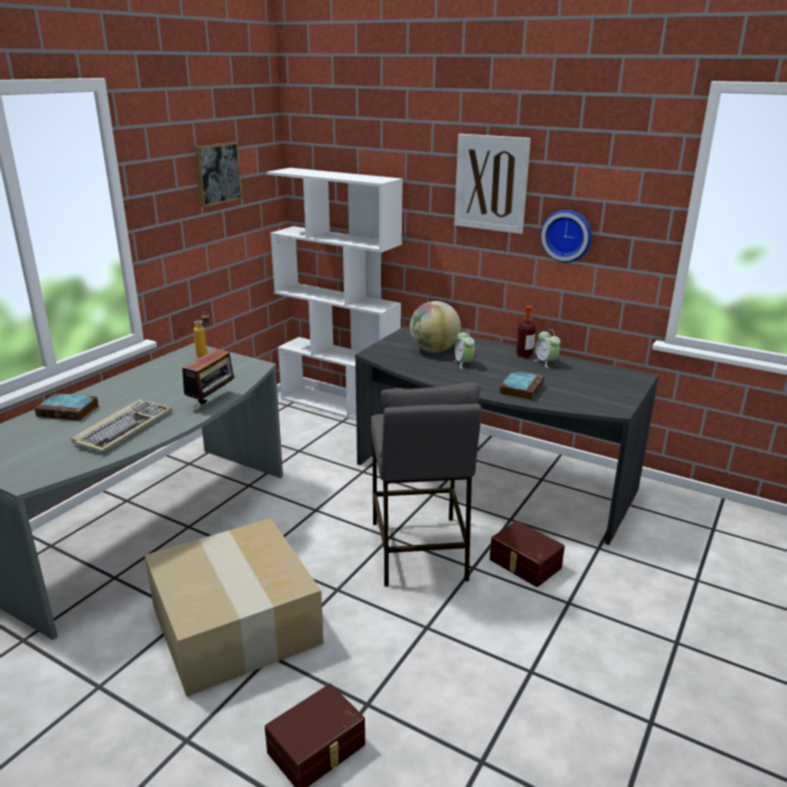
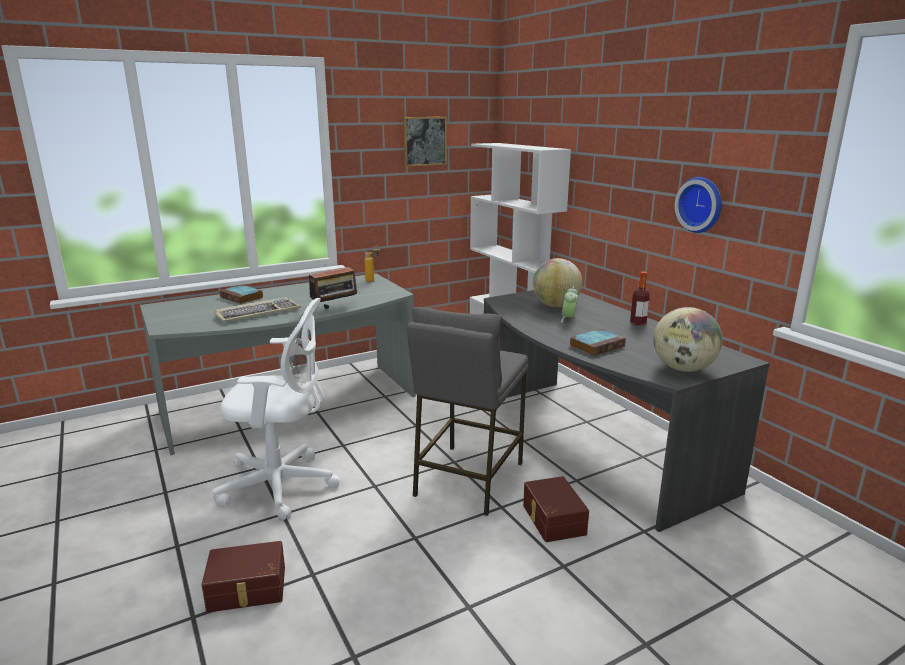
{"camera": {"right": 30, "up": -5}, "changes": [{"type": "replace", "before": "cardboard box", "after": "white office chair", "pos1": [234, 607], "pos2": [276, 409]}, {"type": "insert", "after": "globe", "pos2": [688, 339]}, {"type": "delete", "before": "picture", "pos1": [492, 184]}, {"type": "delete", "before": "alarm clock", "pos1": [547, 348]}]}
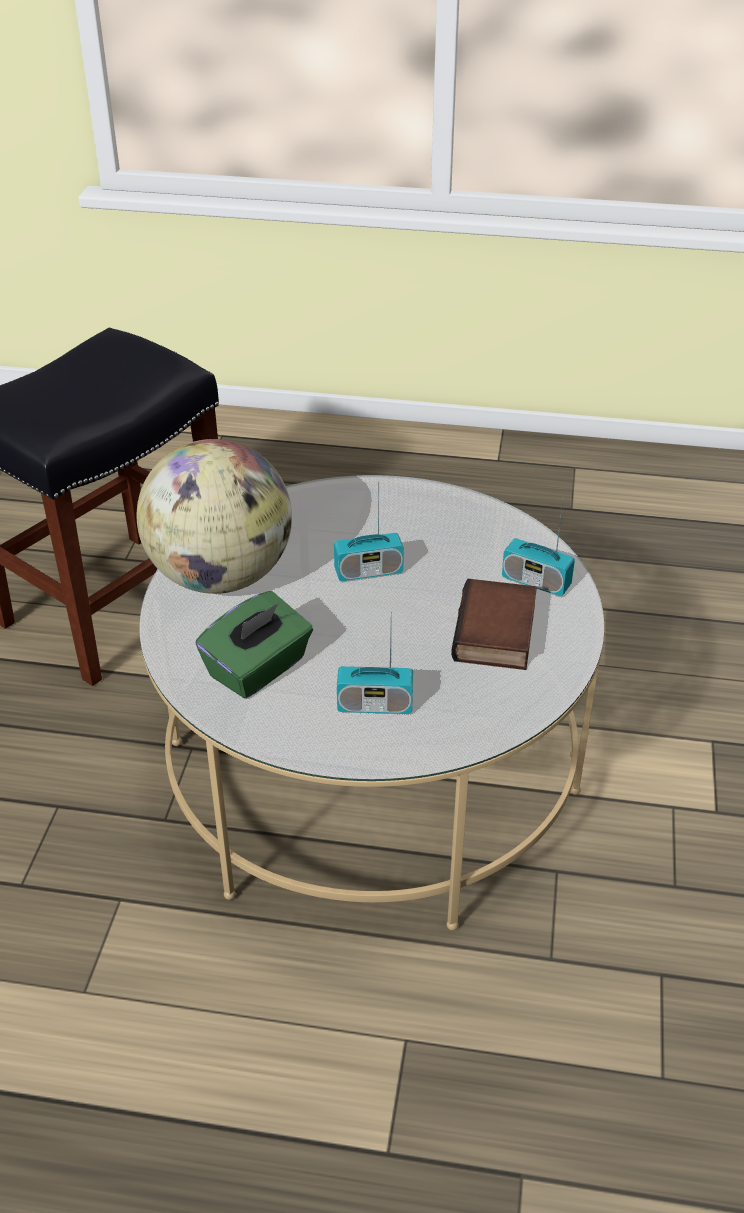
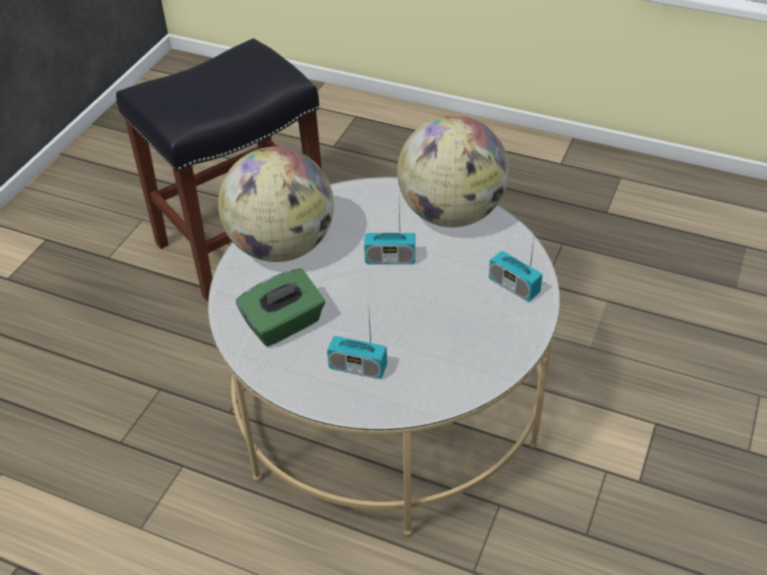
{"camera": {"right": 15, "up": 5}, "changes": [{"type": "insert", "after": "globe", "pos2": [453, 171]}, {"type": "delete", "before": "book", "pos1": [494, 624]}]}
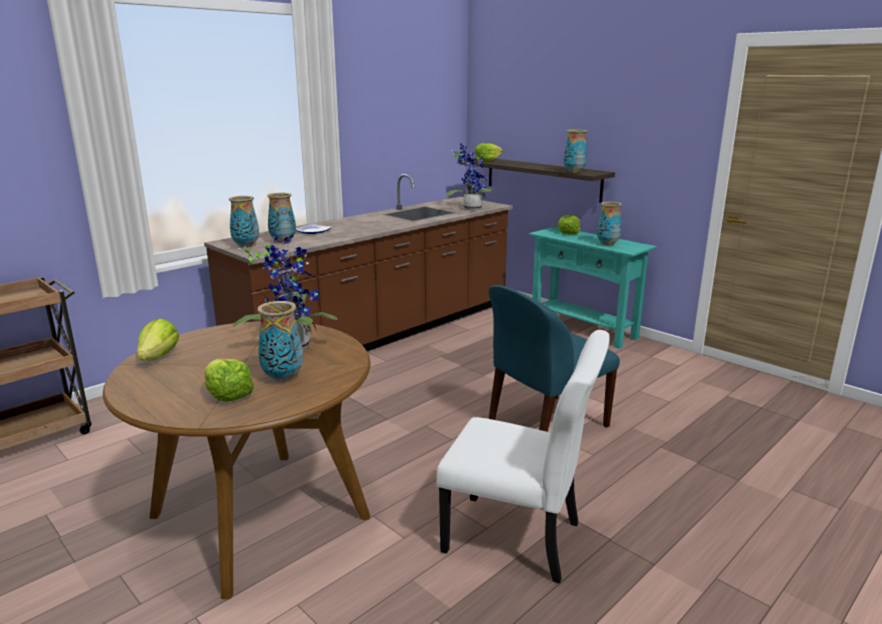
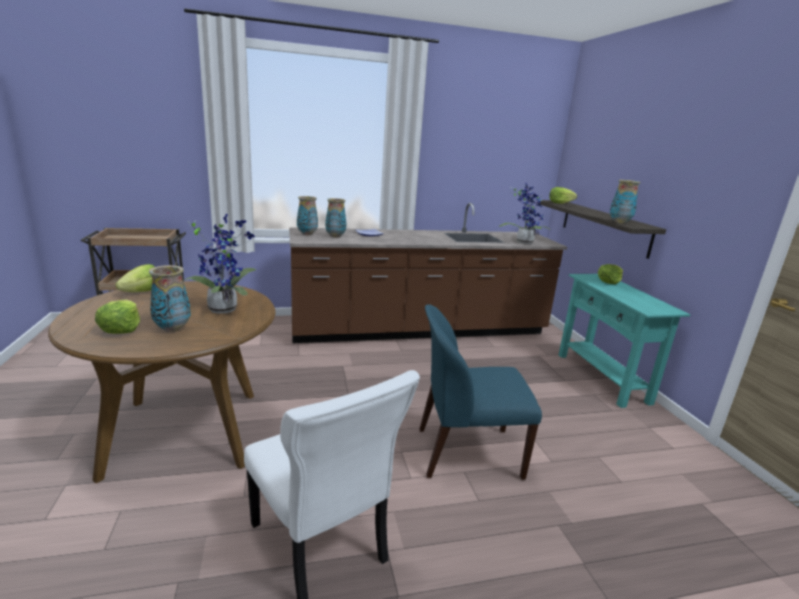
{"camera": {"right": 30, "up": 0}, "changes": [{"type": "delete", "before": "vase", "pos1": [609, 224]}]}
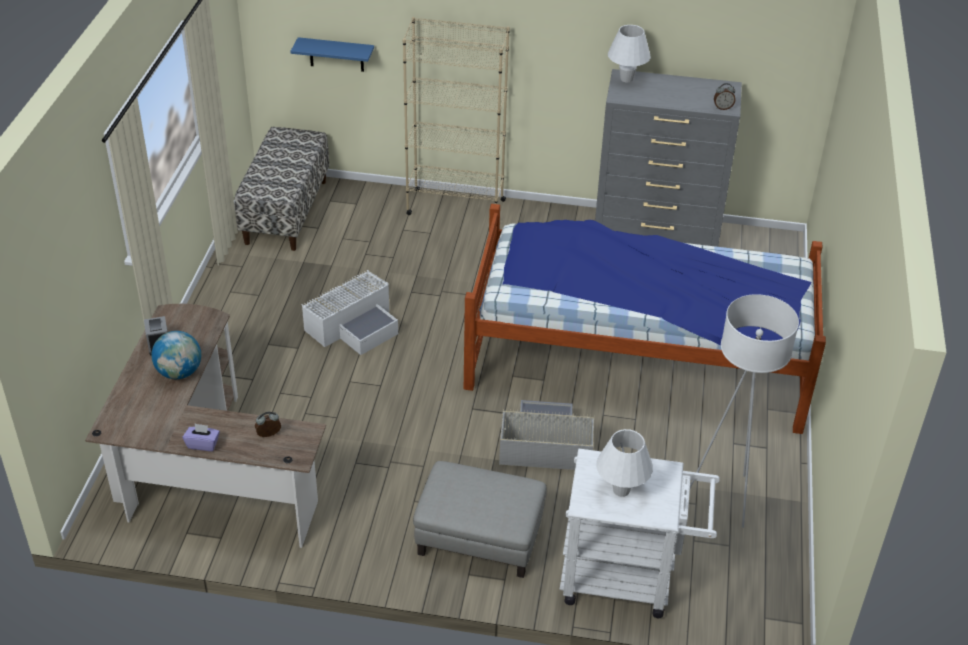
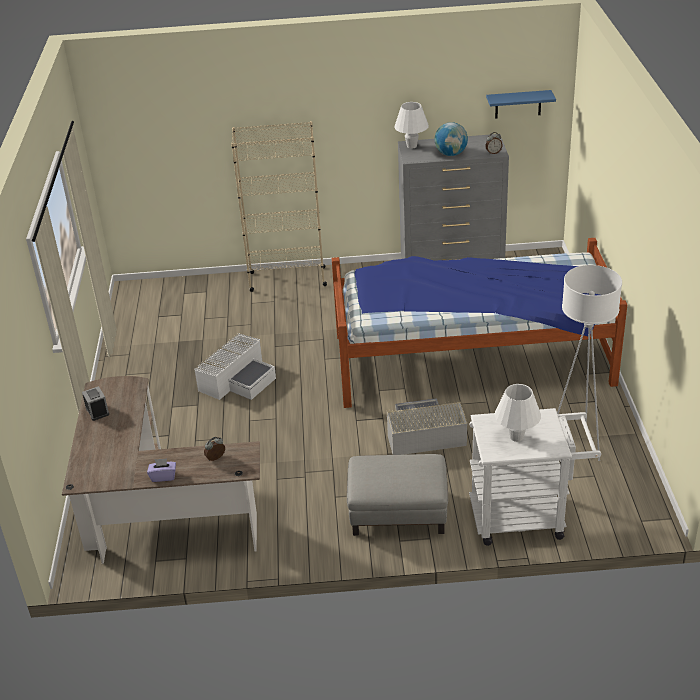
{"camera": {"right": -10, "up": -5}, "changes": [{"type": "move", "before": "globe", "pos1": [176, 355], "pos2": [451, 139]}, {"type": "move", "before": "blue shelf", "pos1": [332, 54], "pos2": [521, 104]}, {"type": "delete", "before": "bench", "pos1": [281, 189]}]}
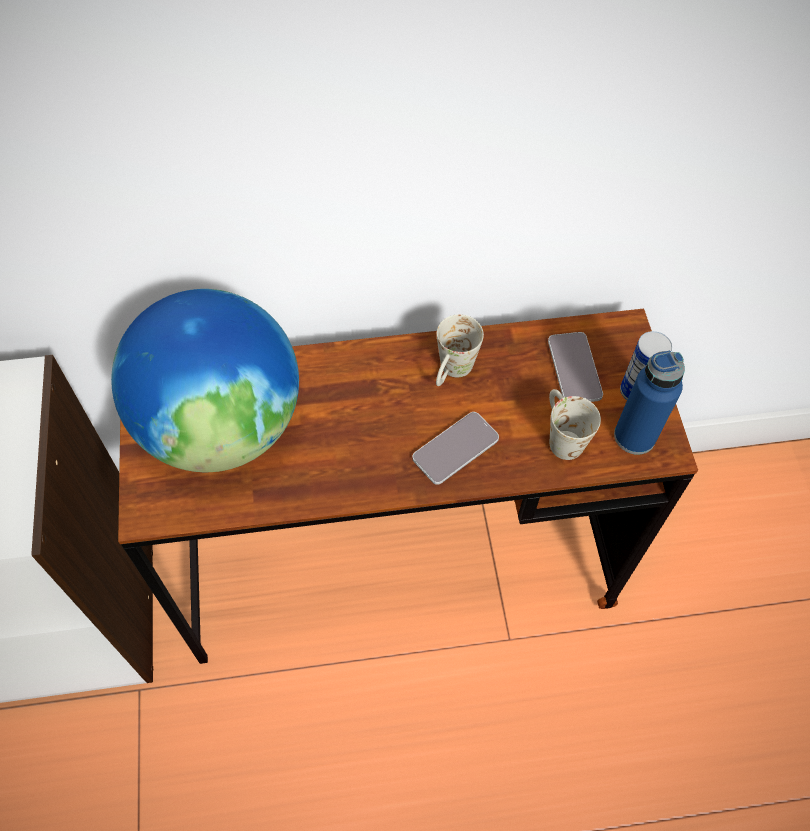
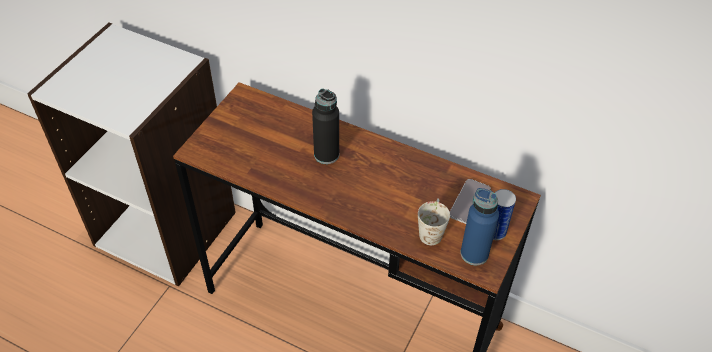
{"camera": {"right": 35, "up": -10}, "changes": [{"type": "insert", "after": "black bottle", "pos2": [325, 126]}, {"type": "delete", "before": "globe", "pos1": [205, 380]}, {"type": "delete", "before": "phone", "pos1": [455, 448]}, {"type": "delete", "before": "white mug", "pos1": [460, 350]}]}
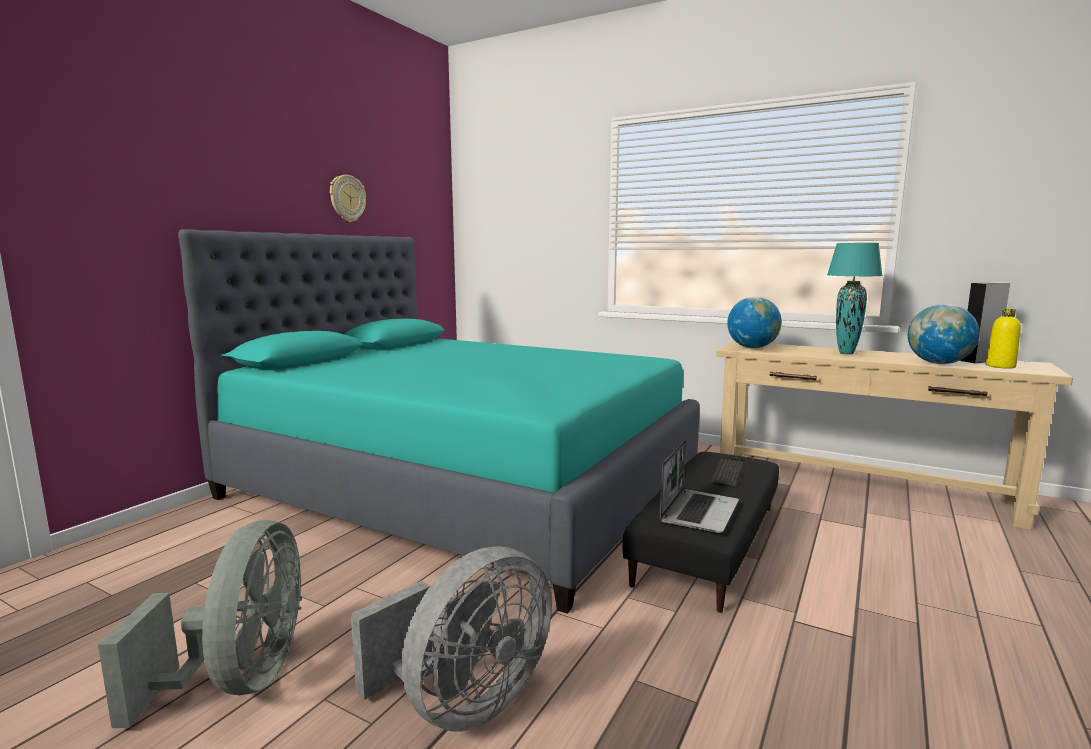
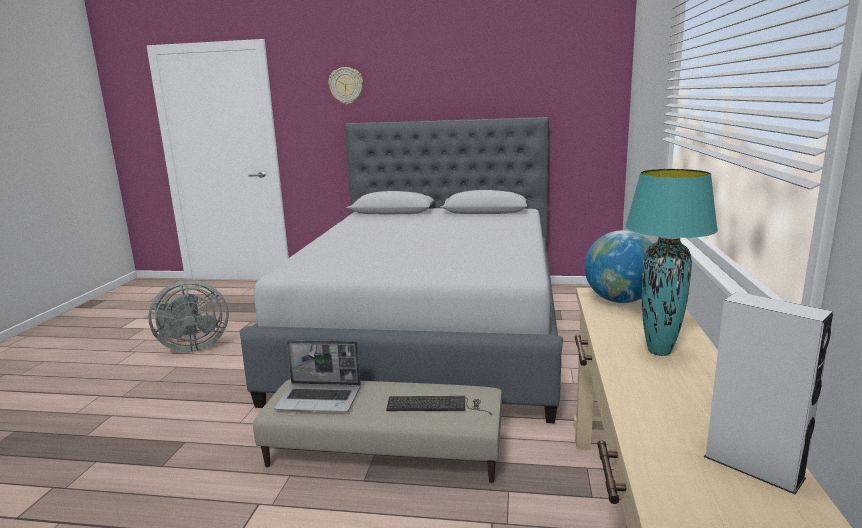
{"camera": {"right": 70, "up": 5}, "changes": [{"type": "recolor", "before": "turquoise bed", "after": "grey bed", "pos1": [439, 421], "pos2": [401, 270]}, {"type": "recolor", "before": "black ottoman", "after": "beige ottoman", "pos1": [701, 532], "pos2": [377, 431]}, {"type": "move", "before": "wall clock", "pos1": [348, 198], "pos2": [345, 86]}, {"type": "delete", "before": "grey fan", "pos1": [451, 639]}, {"type": "delete", "before": "globe", "pos1": [944, 334]}, {"type": "delete", "before": "yellow bottle", "pos1": [1003, 339]}]}
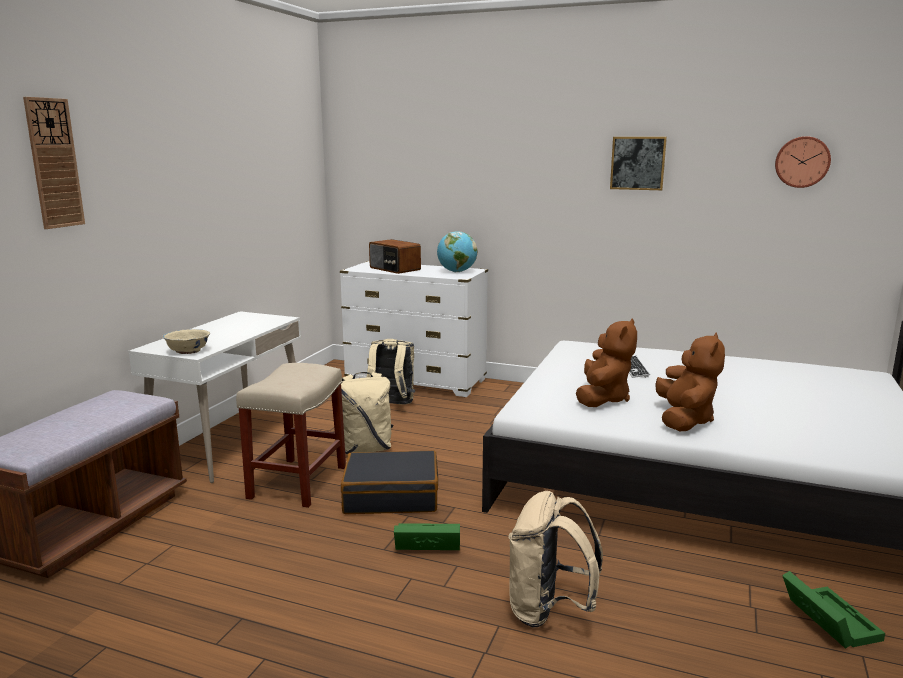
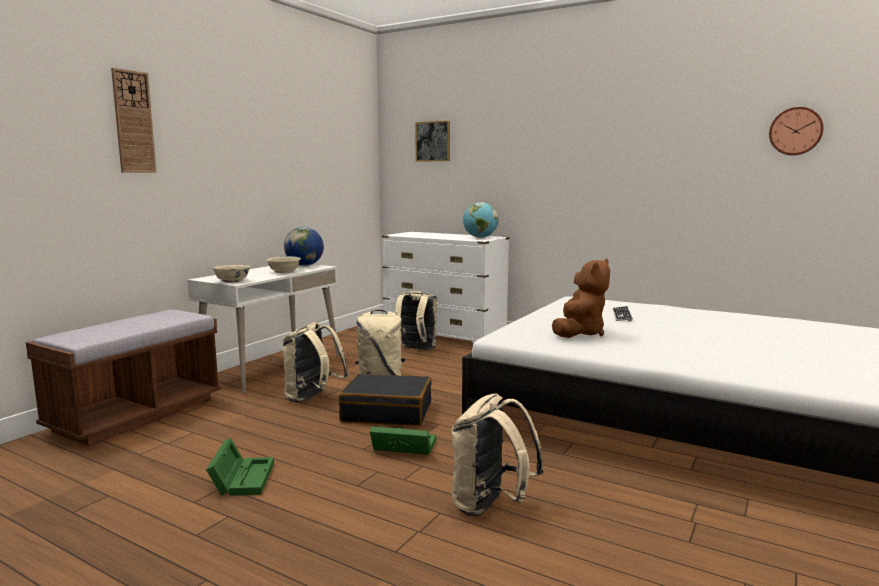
{"camera": {"right": 10, "up": -5}, "changes": [{"type": "move", "before": "green storage box", "pos1": [833, 610], "pos2": [240, 467]}, {"type": "insert", "after": "beige bowl", "pos2": [283, 264]}, {"type": "replace", "before": "beige stool", "after": "beige backpack", "pos1": [291, 435], "pos2": [316, 362]}, {"type": "insert", "after": "globe", "pos2": [304, 246]}, {"type": "move", "before": "picture", "pos1": [638, 163], "pos2": [432, 141]}, {"type": "delete", "before": "radio", "pos1": [395, 256]}, {"type": "delete", "before": "brown plush toy", "pos1": [690, 381]}]}
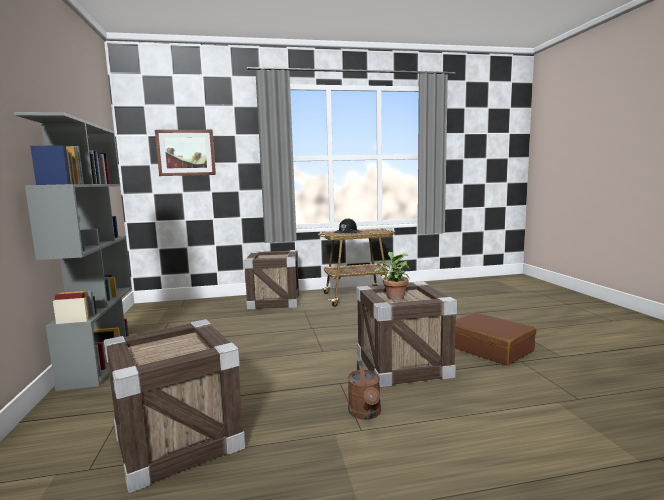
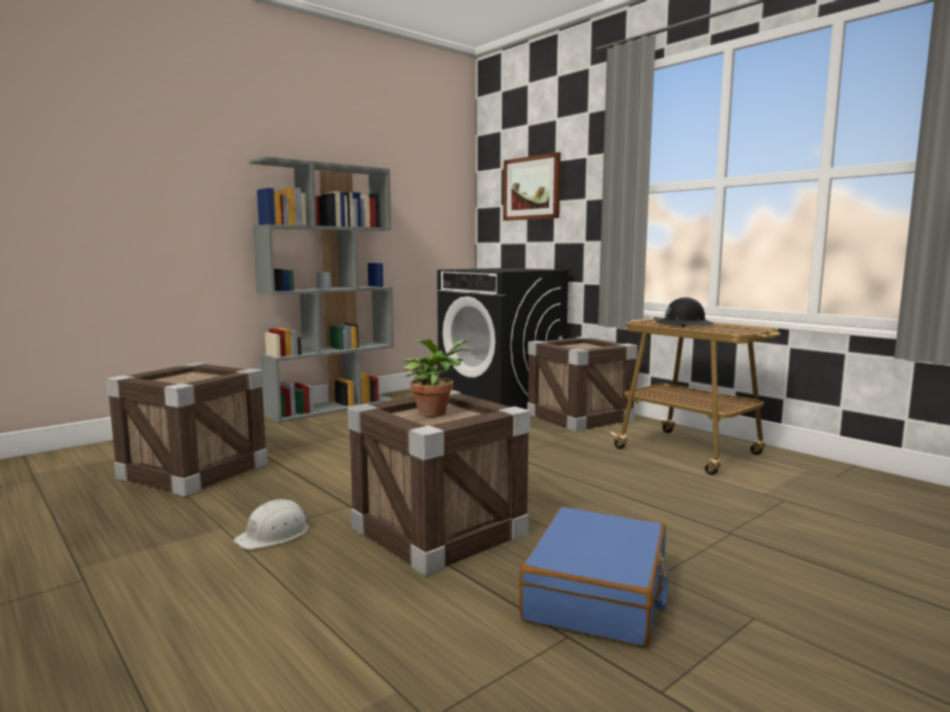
{"camera": {"right": 60, "up": 0}, "changes": [{"type": "replace", "before": "brown watering can", "after": "white hard hat", "pos1": [364, 390], "pos2": [271, 524]}, {"type": "insert", "after": "black washing machine", "pos2": [503, 338]}, {"type": "recolor", "before": "brown suitcase", "after": "blue suitcase", "pos1": [495, 339], "pos2": [594, 577]}]}
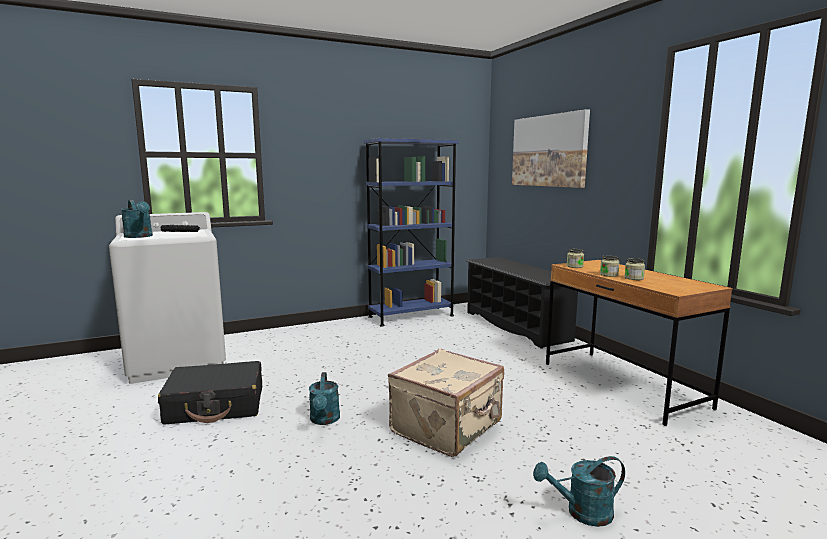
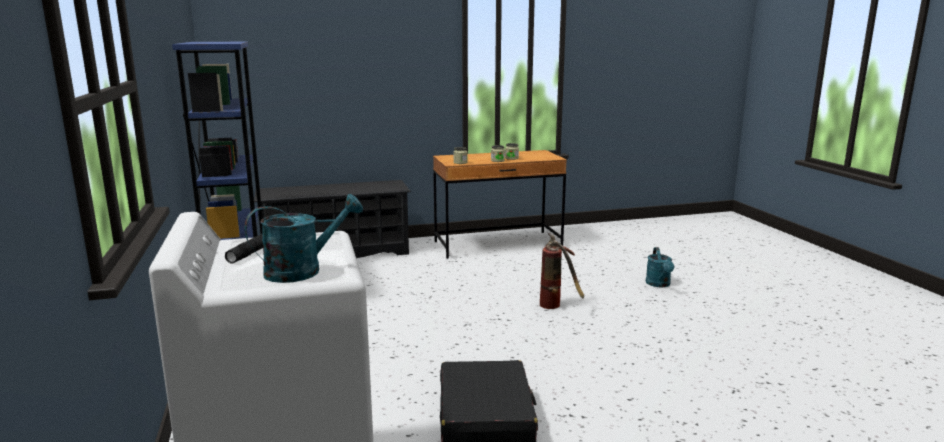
{"camera": {"right": -80, "up": 5}, "changes": [{"type": "replace", "before": "beige suitcase", "after": "fire extinguisher", "pos1": [446, 402], "pos2": [562, 271]}, {"type": "delete", "before": "turquoise watering can", "pos1": [324, 398]}, {"type": "delete", "before": "picture", "pos1": [551, 148]}]}
